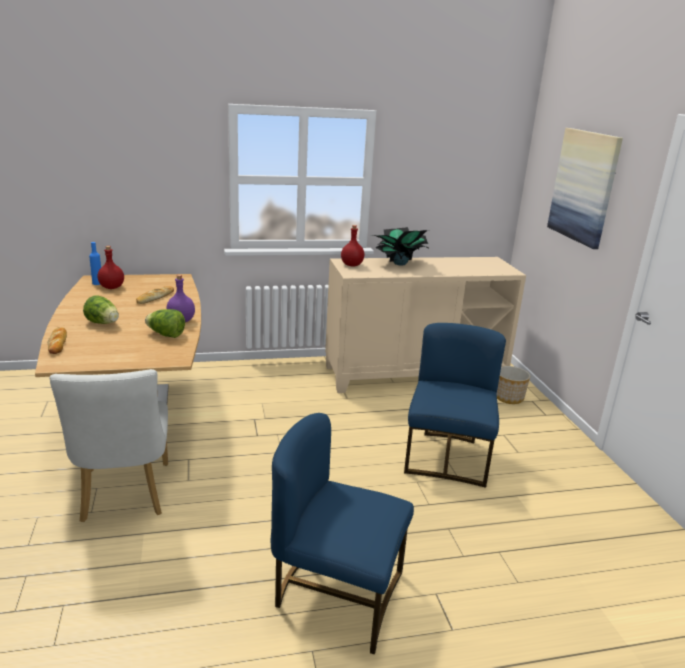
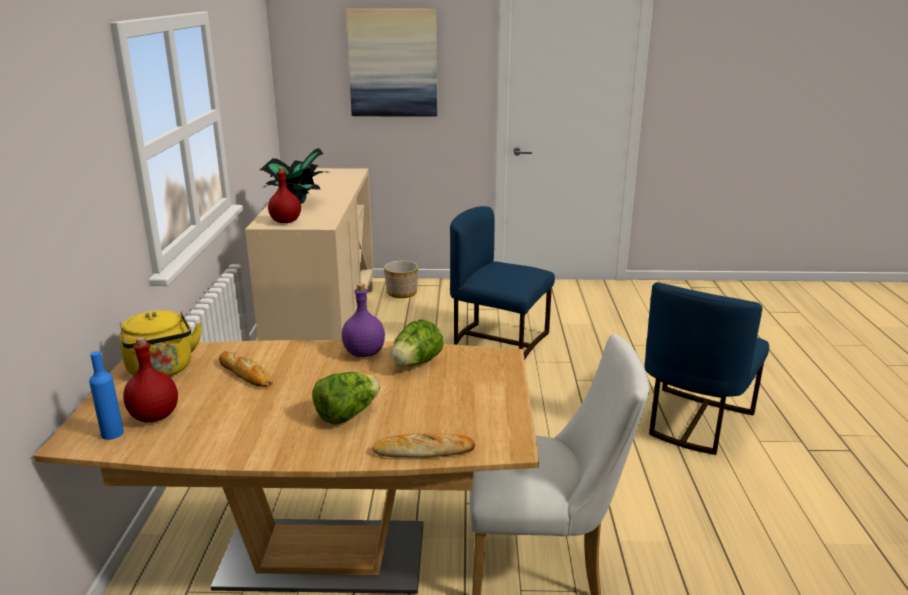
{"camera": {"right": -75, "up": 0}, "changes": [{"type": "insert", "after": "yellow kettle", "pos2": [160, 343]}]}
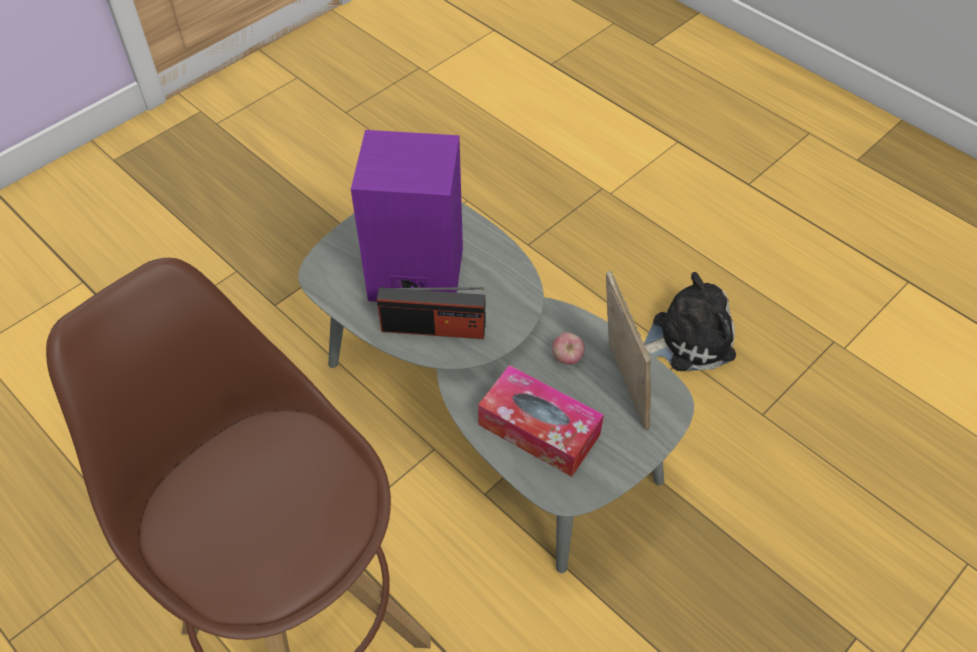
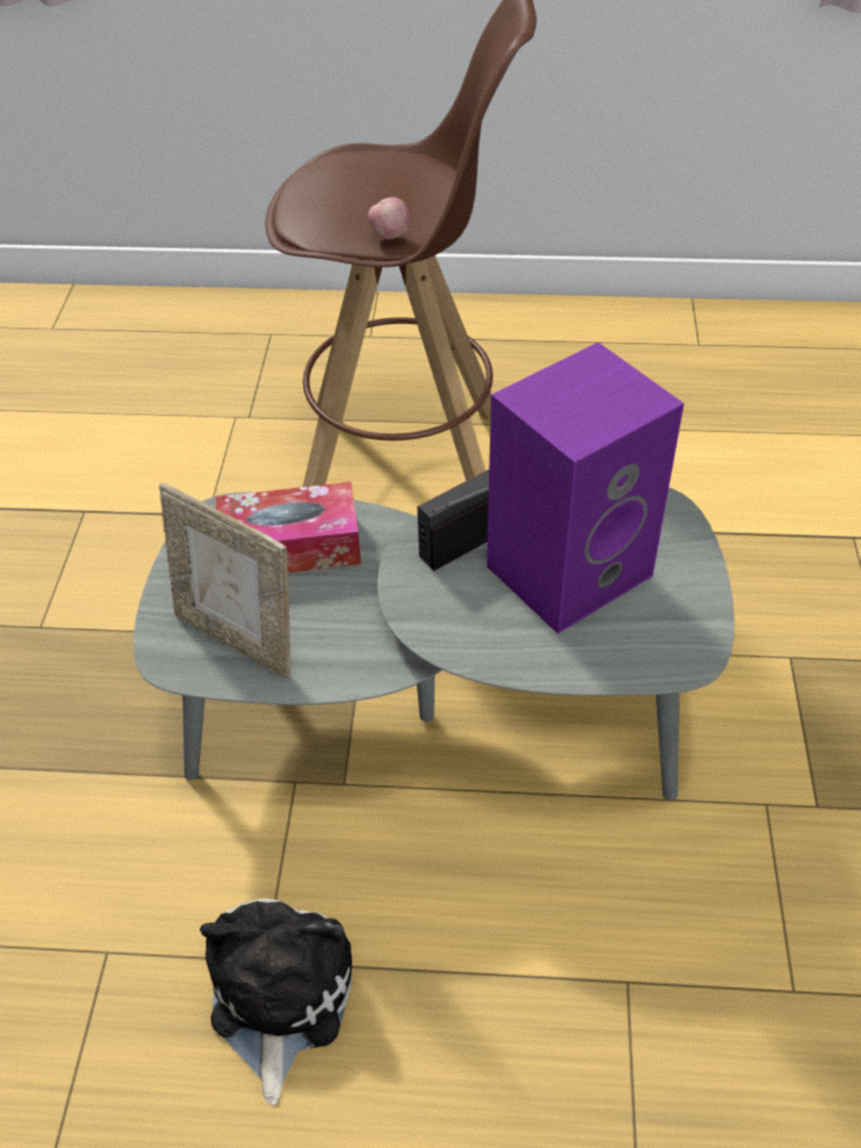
{"camera": {"right": 140, "up": -5}, "changes": [{"type": "rotate", "before": "plush toy", "pos1": [690, 321], "pos2": [276, 1001], "turn": 150}, {"type": "move", "before": "apple", "pos1": [568, 348], "pos2": [389, 218]}]}
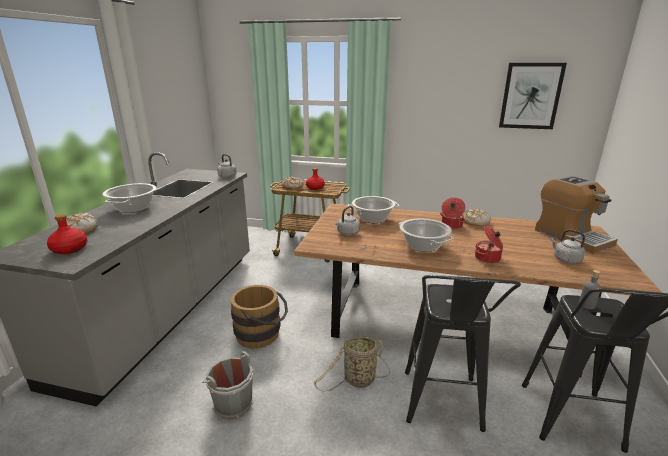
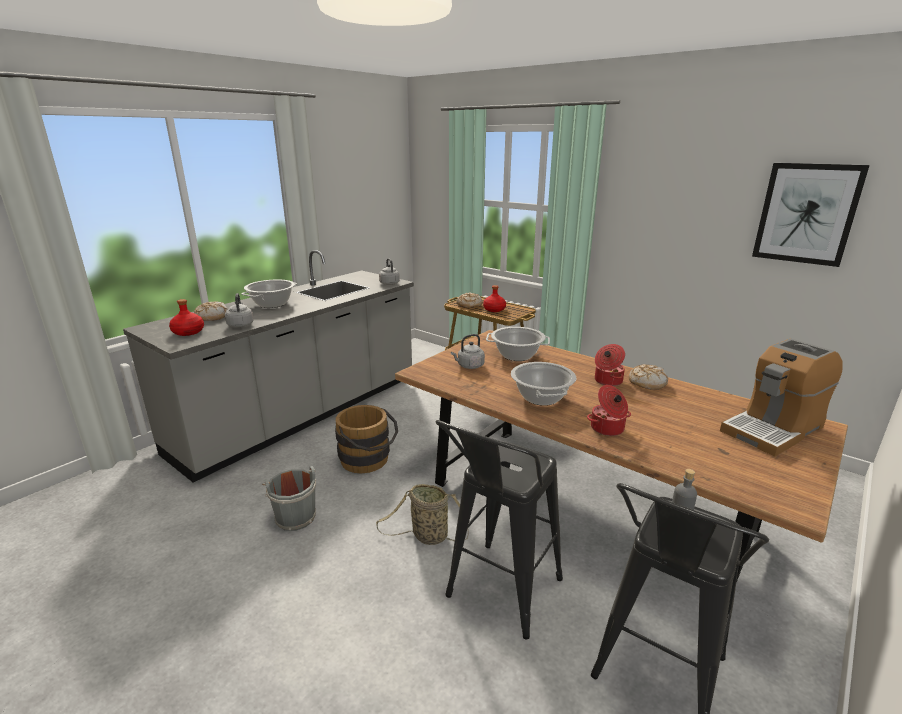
{"camera": {"right": 25, "up": 0}, "changes": [{"type": "move", "before": "grey kettle", "pos1": [568, 246], "pos2": [239, 310]}, {"type": "rotate", "before": "coffee machine", "pos1": [576, 215], "pos2": [781, 397], "turn": 60}]}
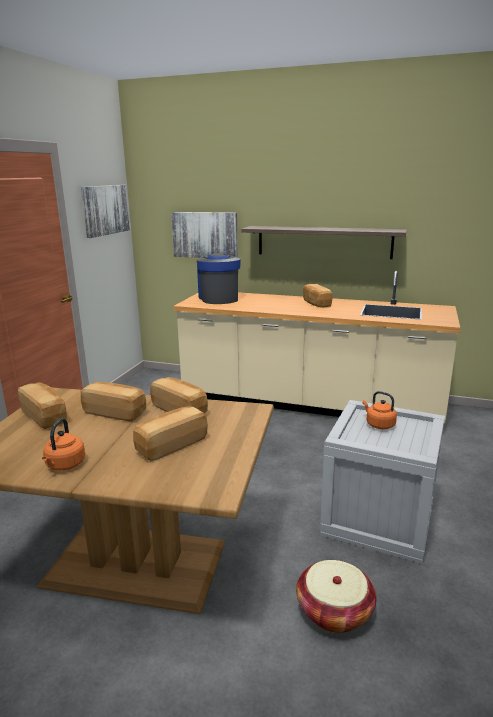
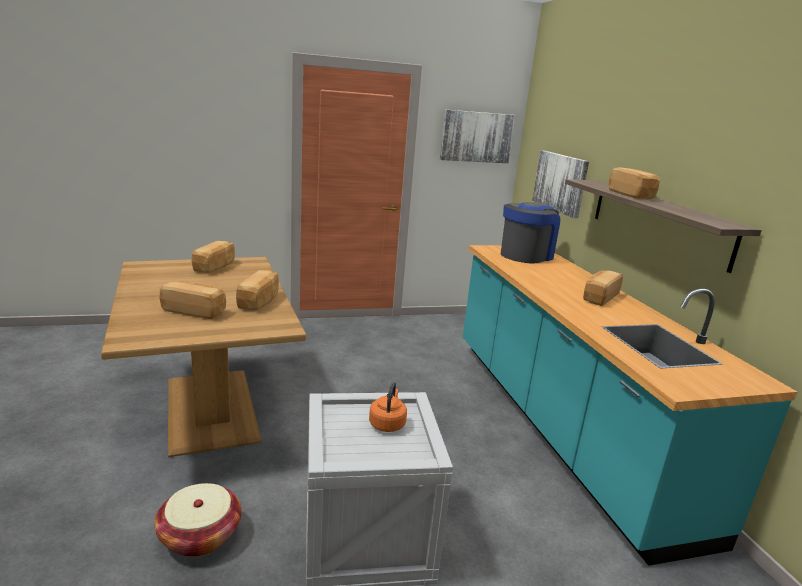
{"camera": {"right": 55, "up": 0}, "changes": [{"type": "recolor", "before": "beige counter", "after": "turquoise counter", "pos1": [316, 347], "pos2": [630, 405]}, {"type": "move", "before": "bread", "pos1": [113, 402], "pos2": [634, 183]}, {"type": "delete", "before": "orange kettle", "pos1": [63, 444]}]}
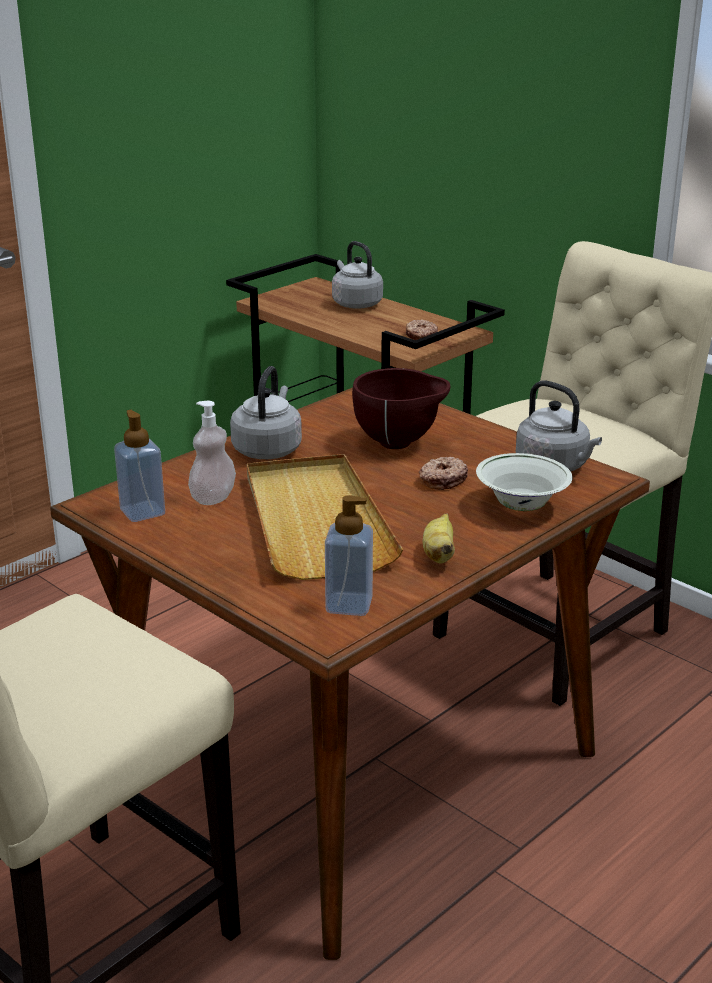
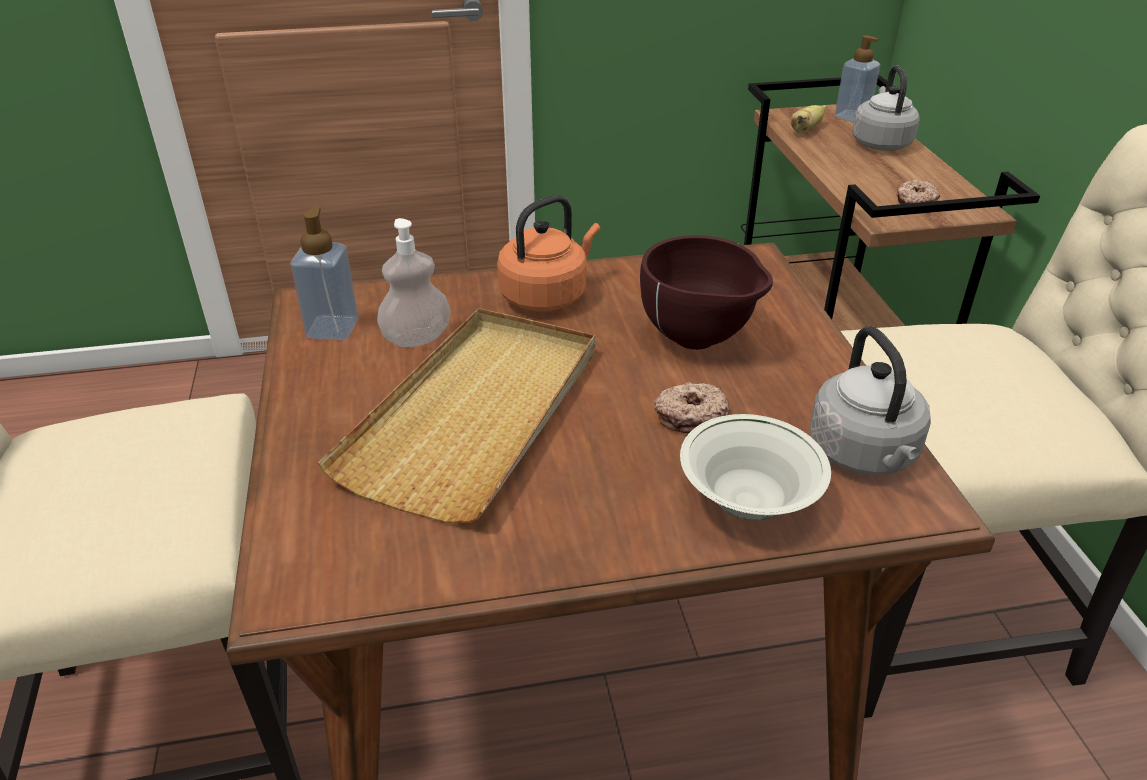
{"camera": {"right": 35, "up": 10}, "changes": [{"type": "recolor", "before": "grey kettle", "after": "orange kettle", "pos1": [266, 412], "pos2": [548, 253]}, {"type": "move", "before": "banana", "pos1": [439, 538], "pos2": [809, 119]}, {"type": "move", "before": "soap dispenser", "pos1": [349, 555], "pos2": [857, 78]}]}
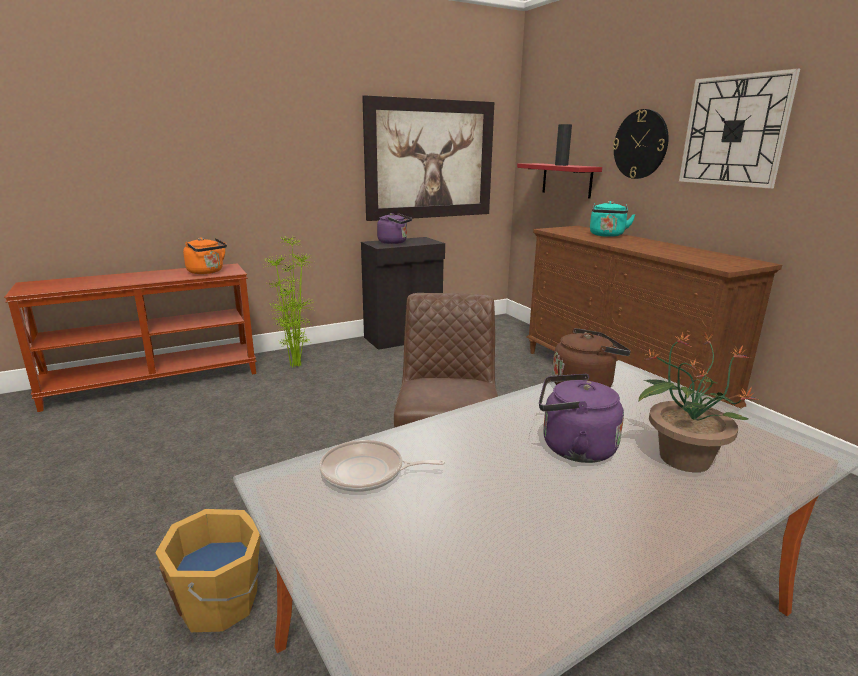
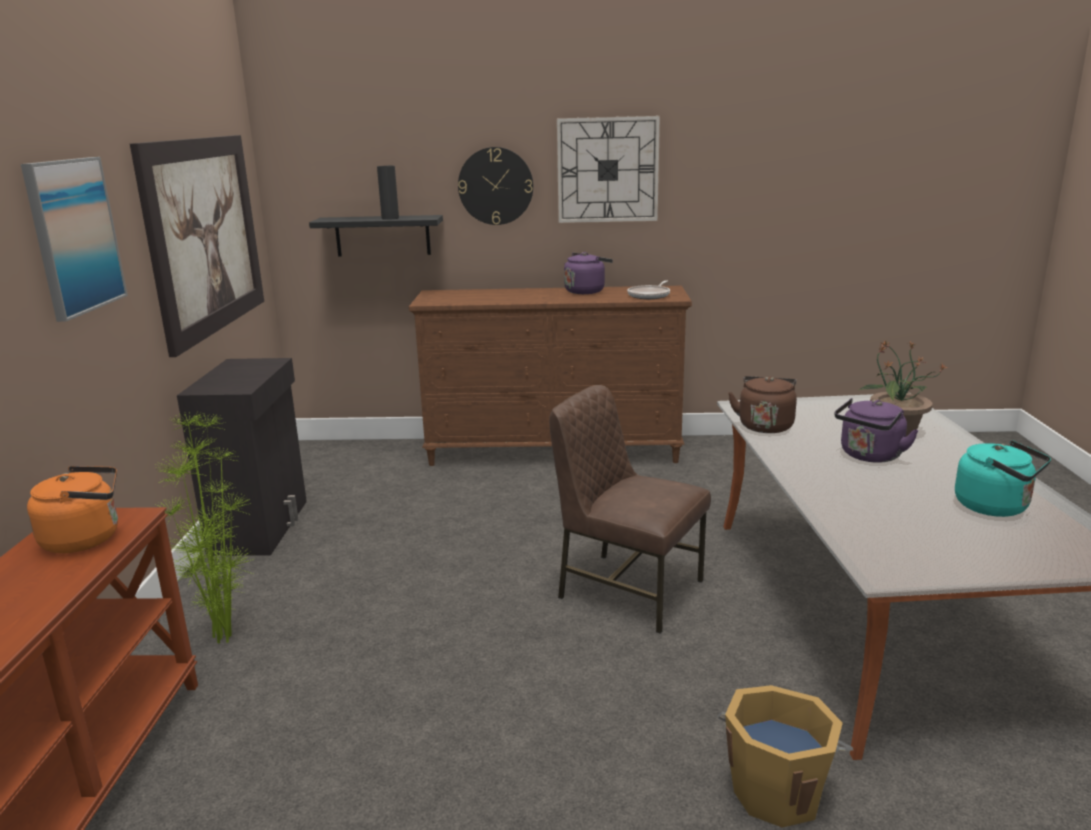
{"camera": {"right": -60, "up": 0}, "changes": [{"type": "insert", "after": "picture", "pos2": [74, 239]}, {"type": "recolor", "before": "red shelf", "after": "black shelf", "pos1": [559, 181], "pos2": [376, 236]}, {"type": "move", "before": "purple kettle", "pos1": [394, 228], "pos2": [588, 273]}, {"type": "move", "before": "frying pan", "pos1": [382, 466], "pos2": [648, 290]}, {"type": "move", "before": "turquoise kettle", "pos1": [613, 219], "pos2": [1003, 478]}]}
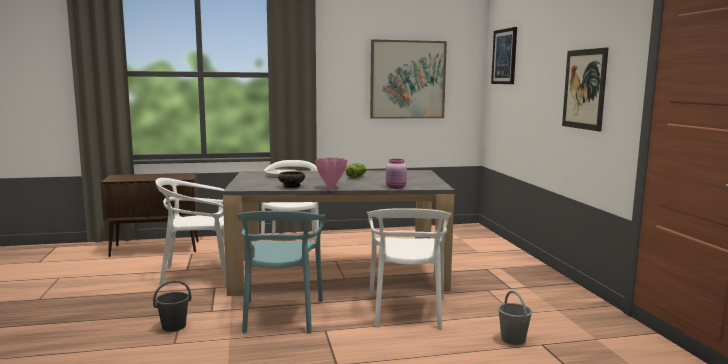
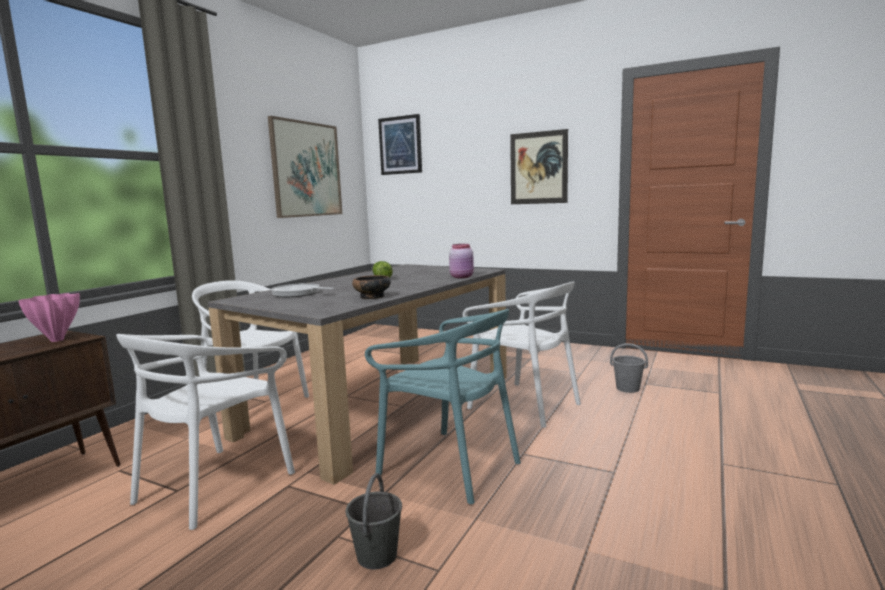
{"camera": {"right": -50, "up": 0}, "changes": [{"type": "move", "before": "pink vase", "pos1": [331, 173], "pos2": [49, 317]}]}
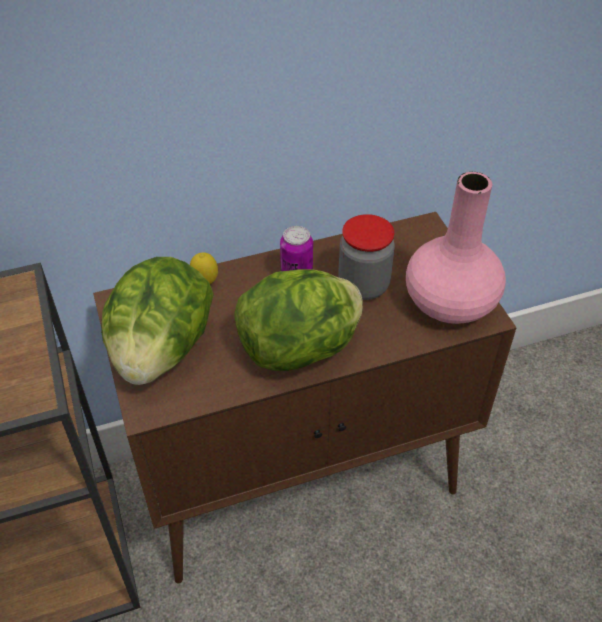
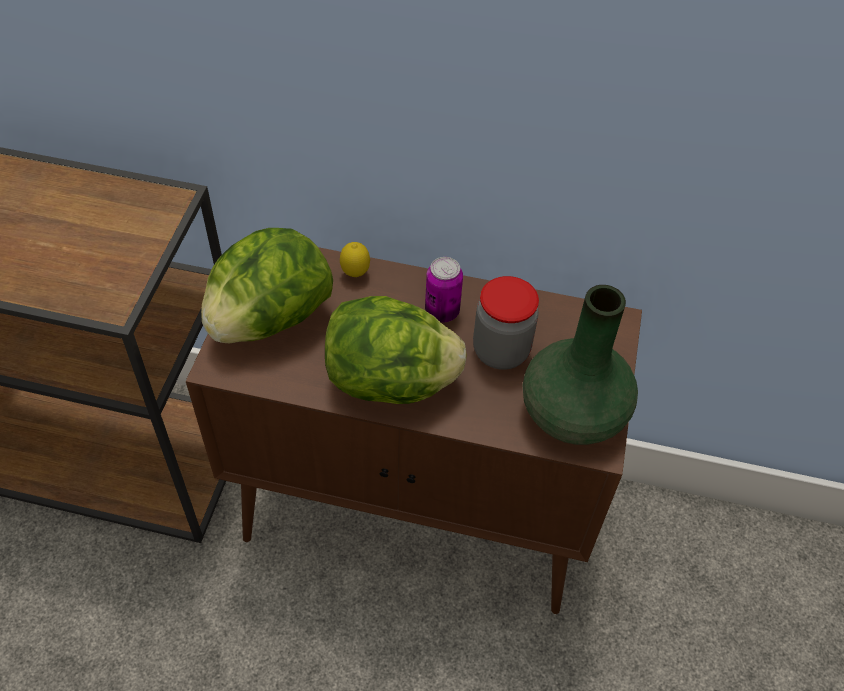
{"camera": {"right": 30, "up": 5}, "changes": [{"type": "recolor", "before": "pink vase", "after": "green vase", "pos1": [456, 248], "pos2": [580, 365]}]}
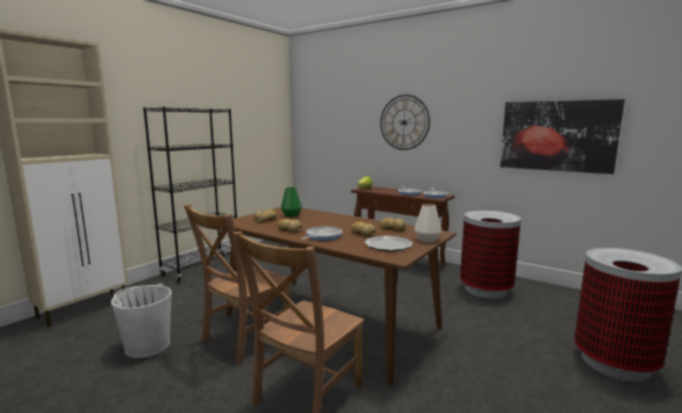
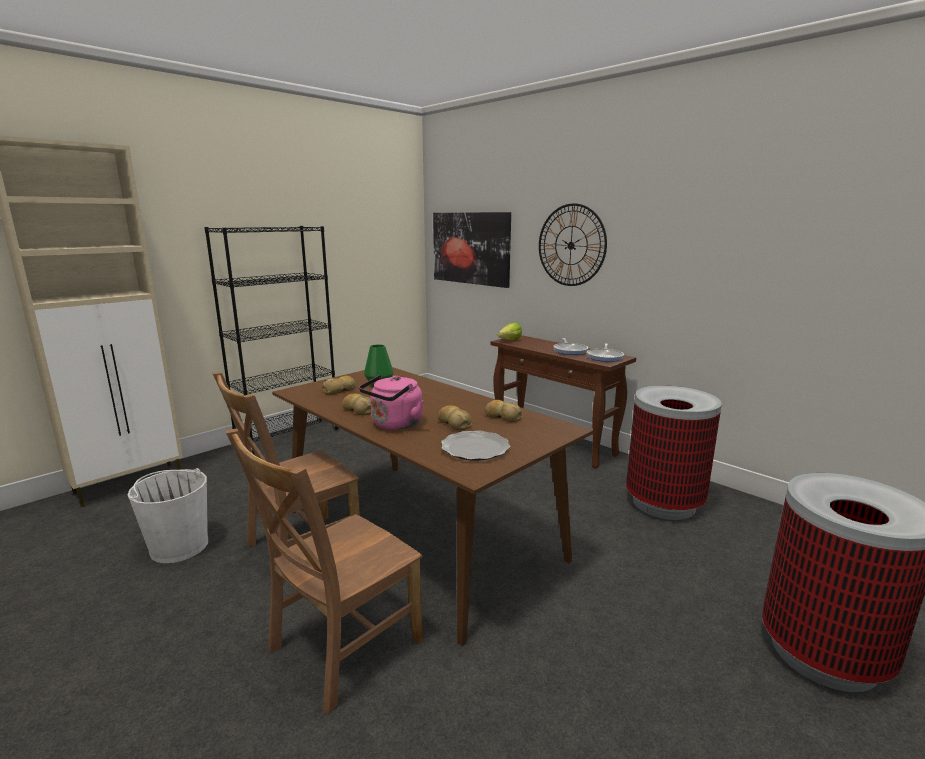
{"camera": {"right": 10, "up": 5}, "changes": [{"type": "replace", "before": "frying pan", "after": "pink kettle", "pos1": [322, 233], "pos2": [391, 402]}, {"type": "move", "before": "picture", "pos1": [562, 136], "pos2": [472, 250]}, {"type": "delete", "before": "white vase", "pos1": [428, 223]}]}
